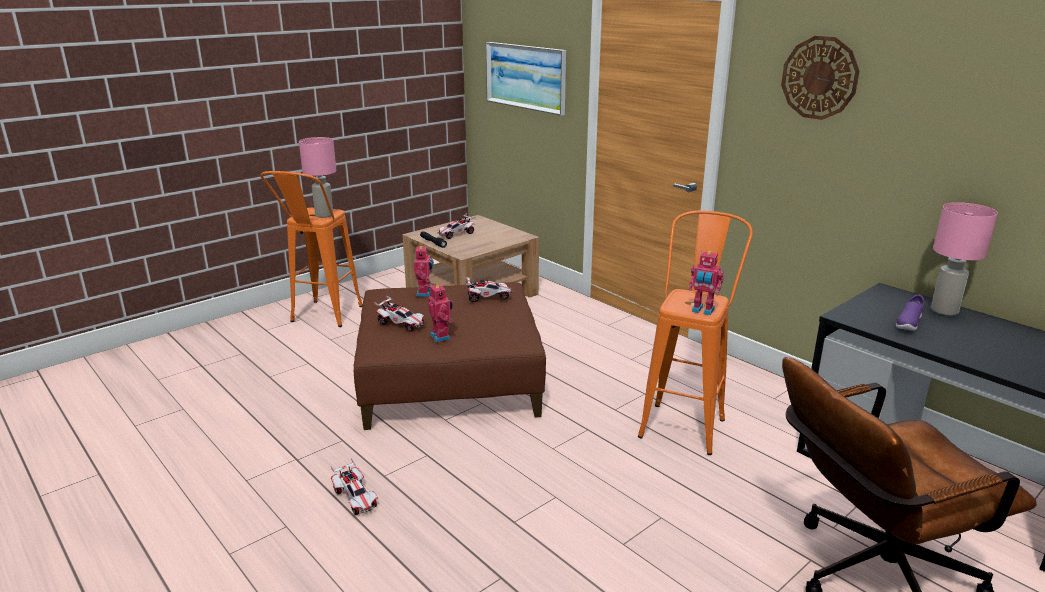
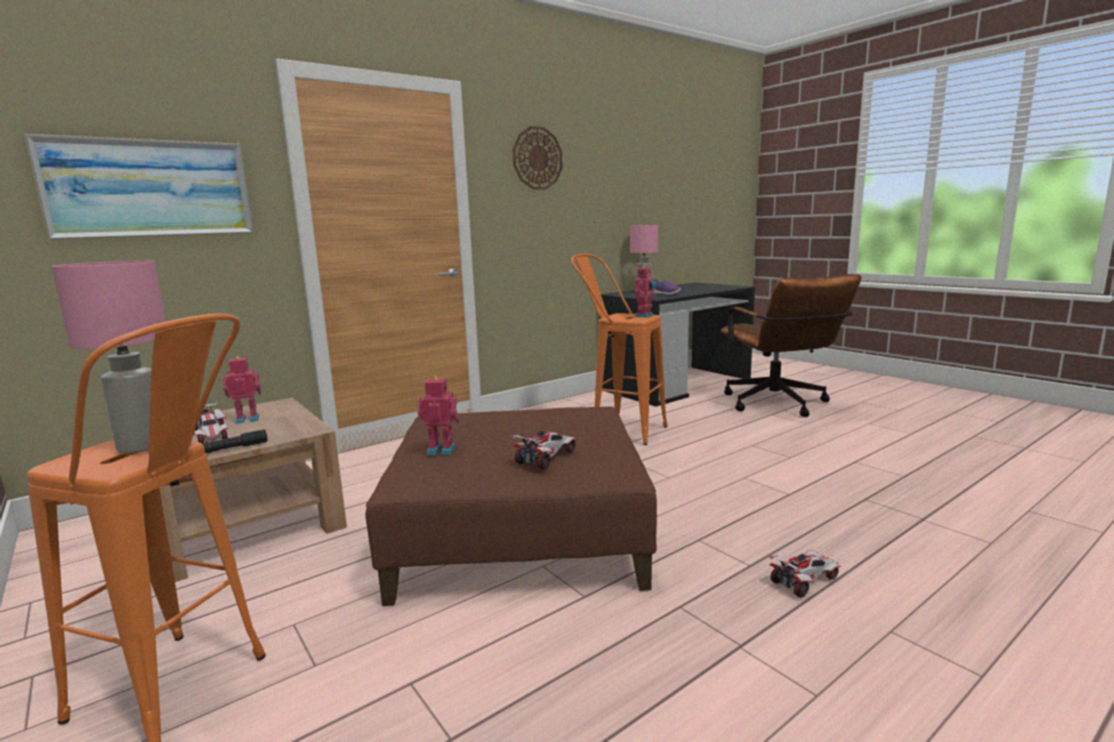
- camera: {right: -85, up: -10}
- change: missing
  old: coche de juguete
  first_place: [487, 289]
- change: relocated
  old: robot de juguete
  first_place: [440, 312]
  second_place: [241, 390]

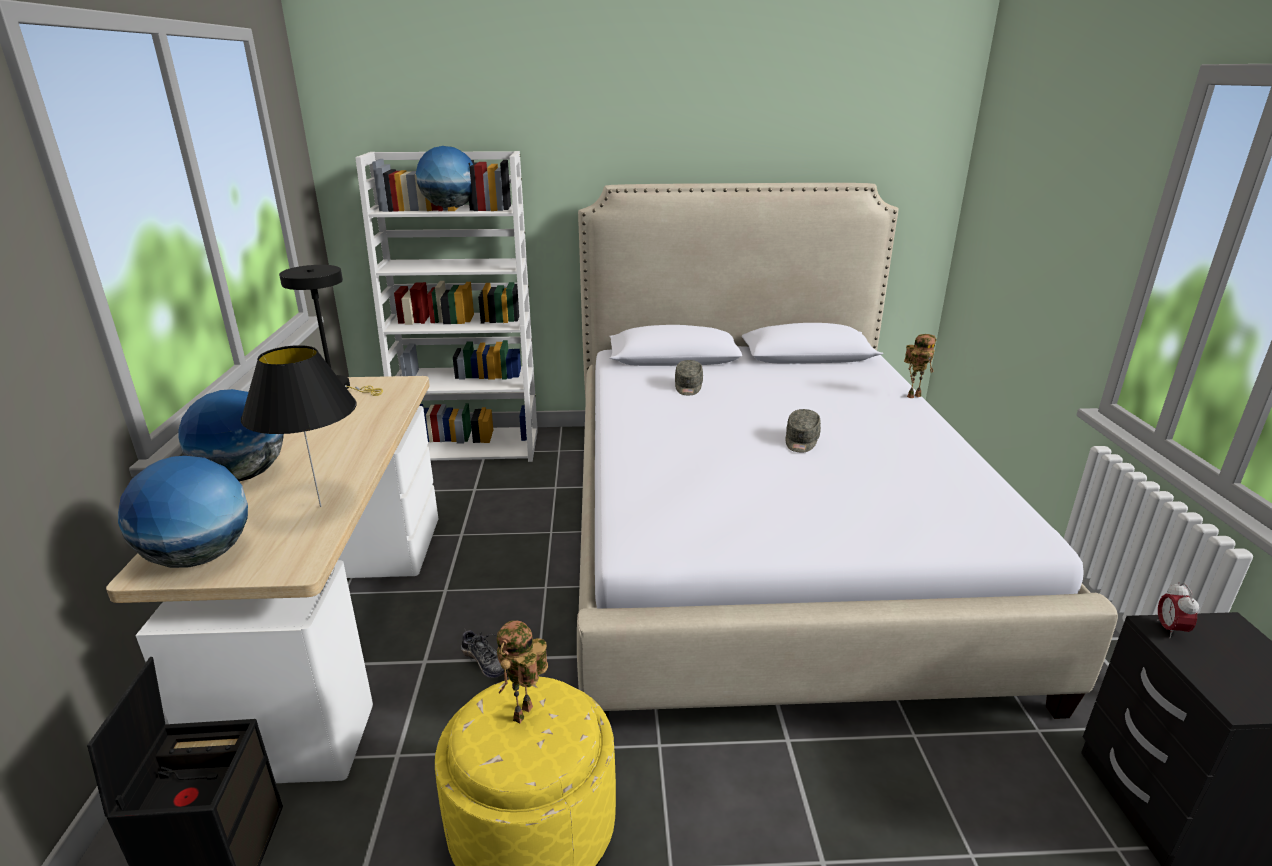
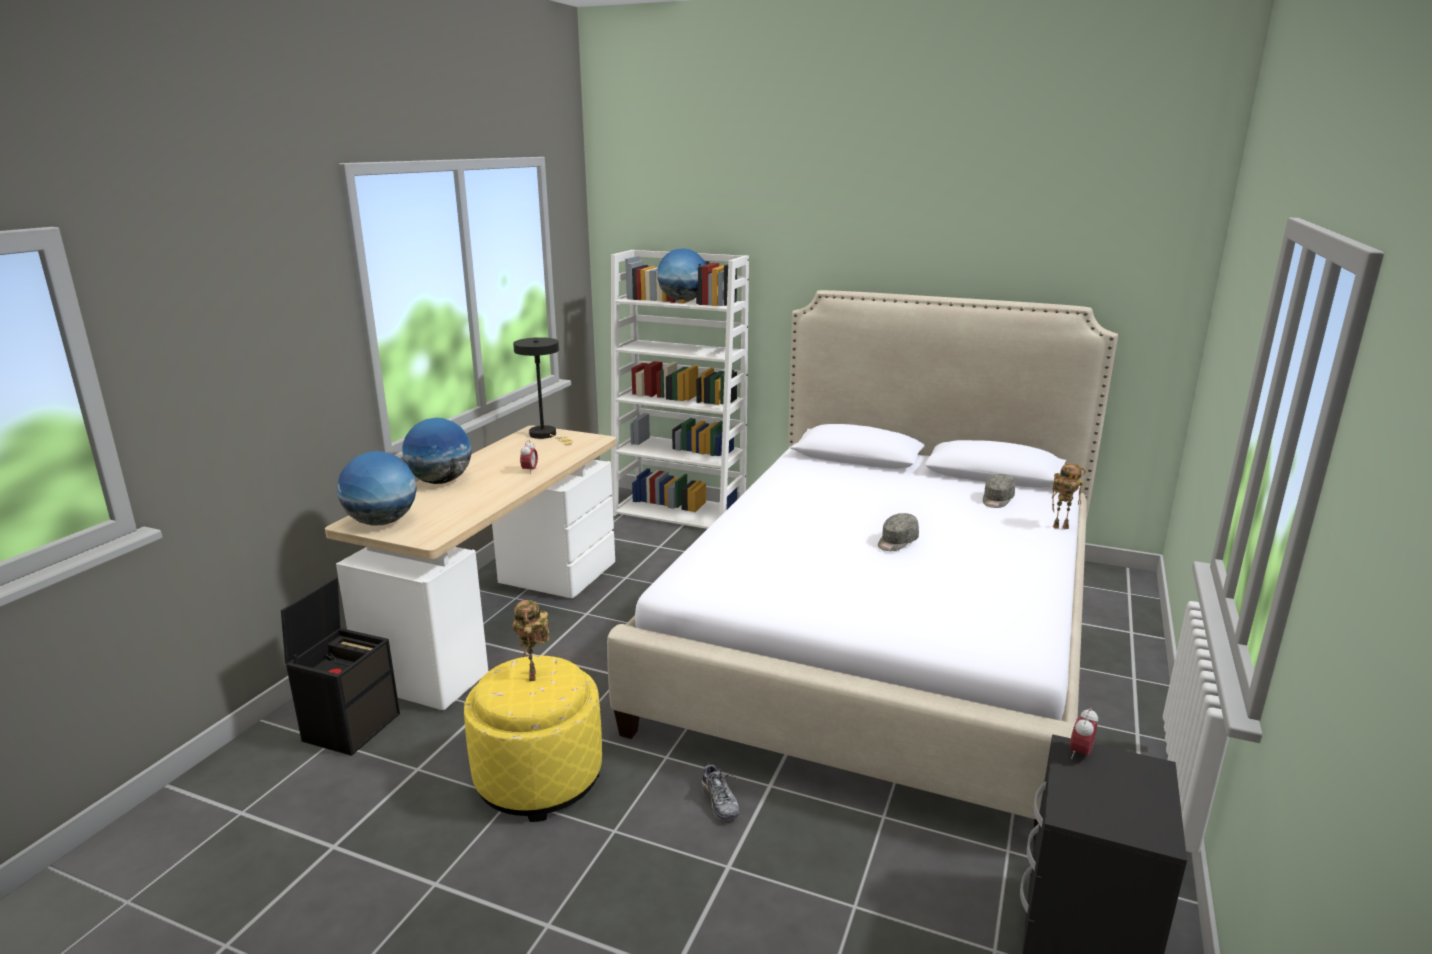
- camera: {right: 25, up: -5}
- change: missing
  old: lámpara de mesa [negro]
  first_place: [299, 426]
- change: appeared
  new: despertador
  second_place: [529, 457]
- change: relocated
  old: zapato
  first_place: [484, 654]
  second_place: [720, 791]
- change: relocated
  old: gorra [gris]
  first_place: [689, 377]
  second_place: [999, 491]
- change: spun
  old: robot de juguete
  first_place: [522, 671]
  second_place: [530, 640]
  degrees: -60

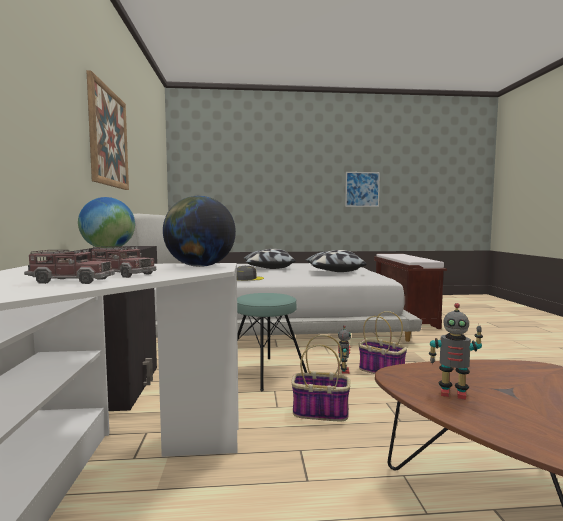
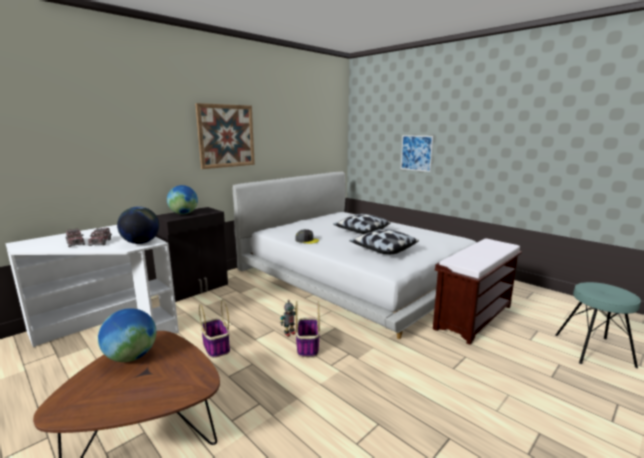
- camera: {right: 50, up: 10}
- change: relocated
  old: taburete [turquesa]
  first_place: [272, 342]
  second_place: [598, 325]
- change: relocated
  old: cuadro
  first_place: [362, 189]
  second_place: [417, 153]
- change: exchanged
  old: robot de juguete
  new: globo terráqueo
  first_place: [456, 351]
  second_place: [127, 335]

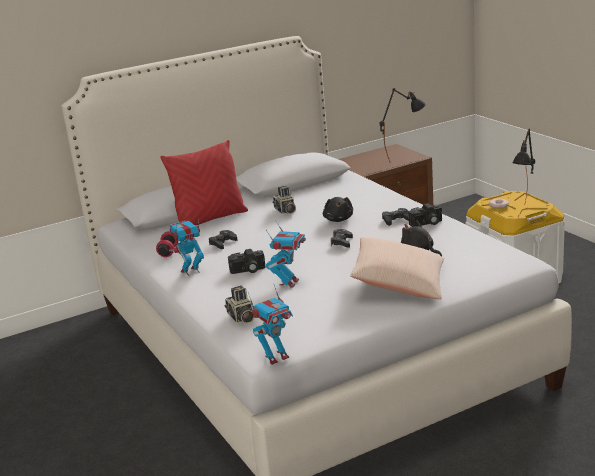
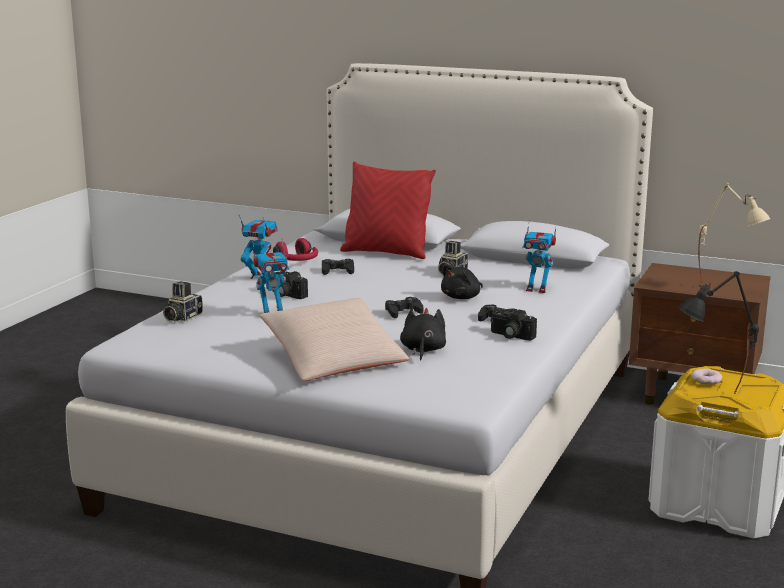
- camera: {right: 50, up: -5}
- change: relocated
  old: robot de juguete
  first_place: [270, 324]
  second_place: [539, 256]
- change: colour
  old: lámpara de mesa [negro]
  new: lámpara de mesa [beis]
  first_place: [403, 125]
  second_place: [734, 234]

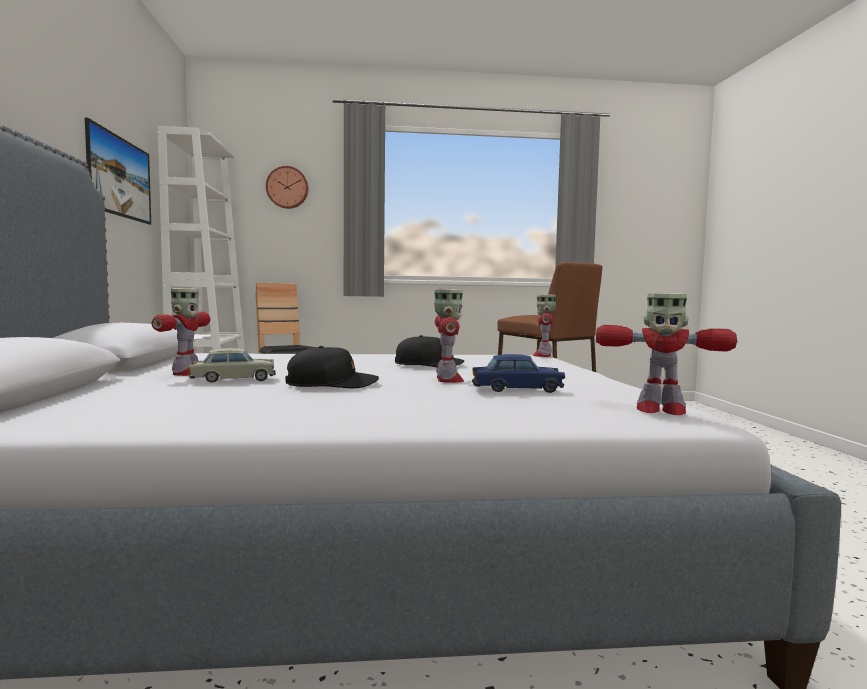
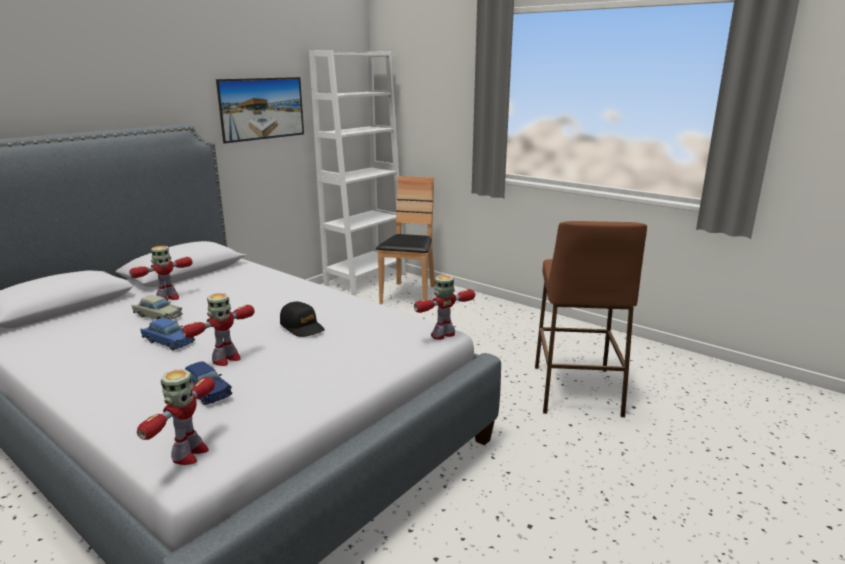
- camera: {right: 45, up: 15}
- change: missing
  old: reloj de pared
  first_place: [287, 187]
- change: exchanged
  old: gorra [negro]
  new: coche de juguete [azul]
  first_place: [332, 367]
  second_place: [167, 334]
- change: spun
  old: robot de juguete
  first_place: [666, 354]
  second_place: [176, 417]
  degrees: -135

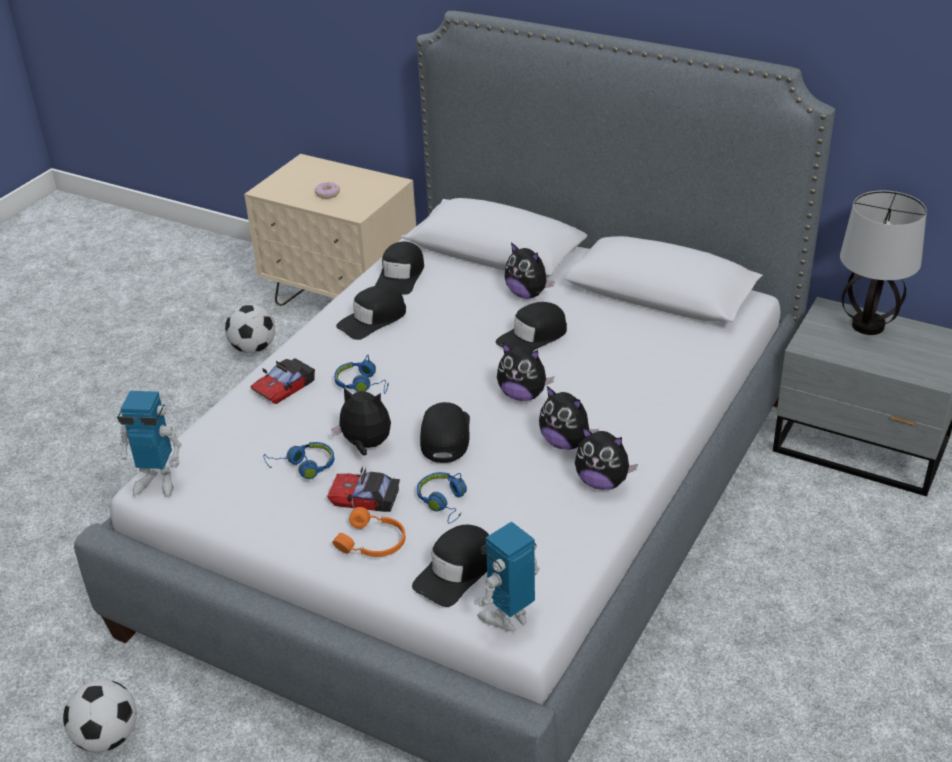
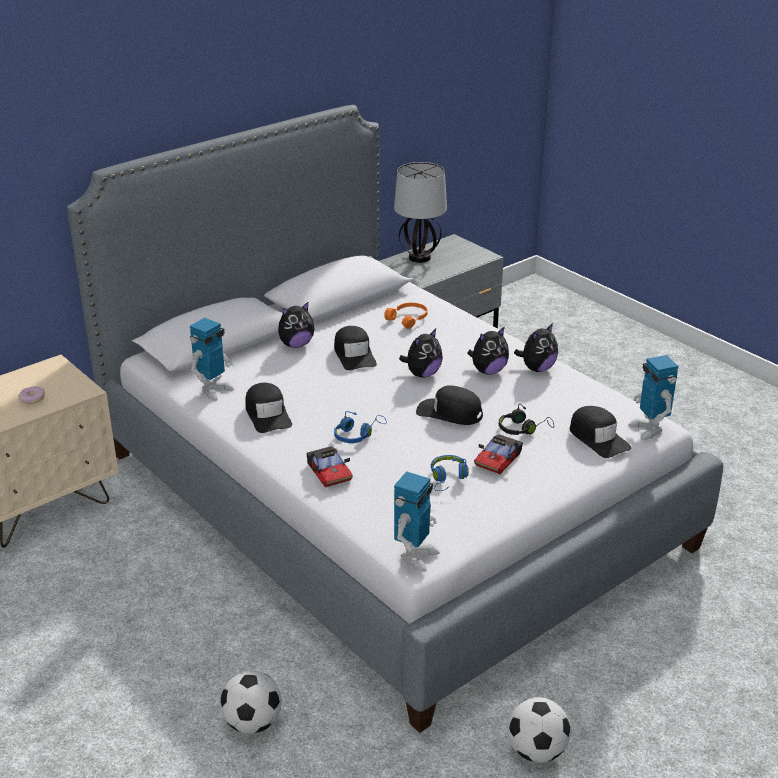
- camera: {right: -70, up: -5}
- change: missing
  old: peluche
  first_place: [361, 421]
- change: relocated
  old: balón de fútbol
  first_place: [250, 328]
  second_place: [251, 702]
- change: relocated
  old: auriculares [naranja]
  first_place: [368, 532]
  second_place: [406, 316]
- change: exchanged
  old: gorra [negro]
  new: robot de juguete
  first_place: [399, 268]
  second_place: [212, 359]
- change: colour
  old: auriculares [azul]
  new: auriculares [negro]
  first_place: [442, 497]
  second_place: [526, 419]

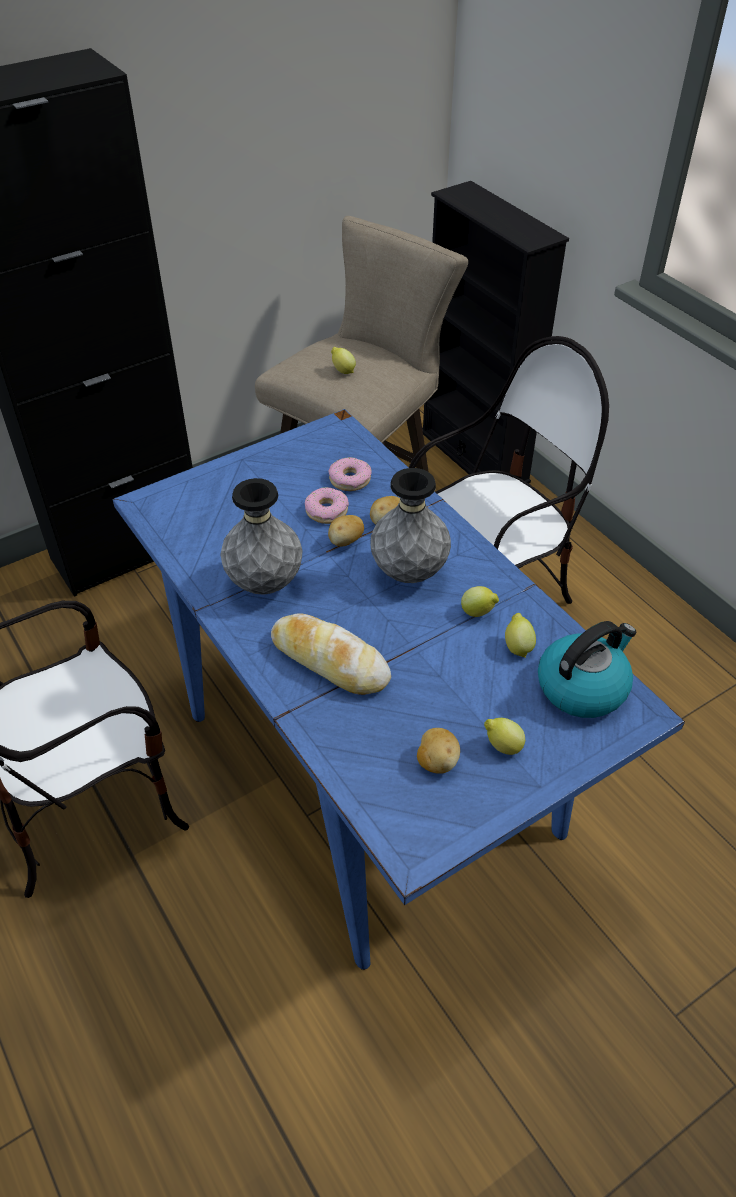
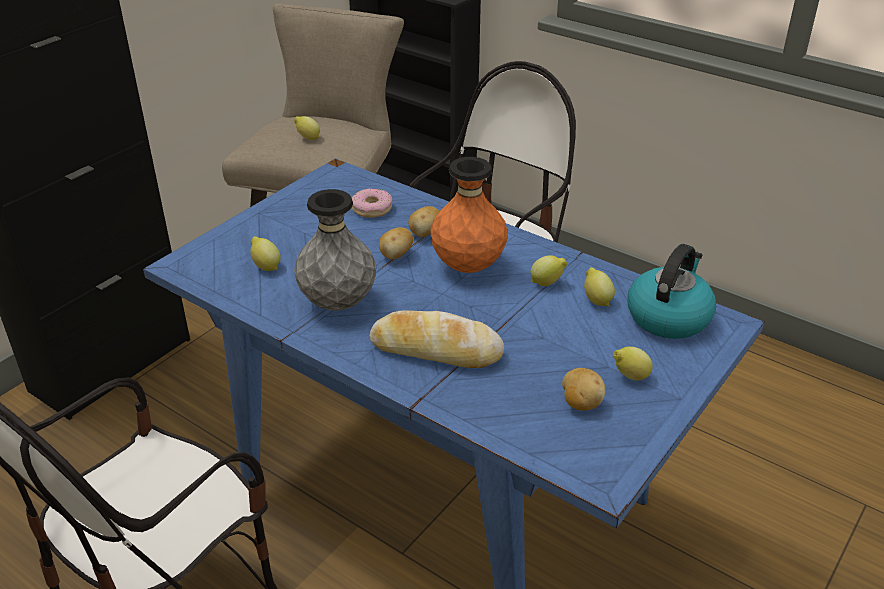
- camera: {right: -20, up: -10}
- change: missing
  old: rosquilla
  first_place: [327, 505]
- change: appeared
  new: limón
  second_place: [265, 253]
- change: colour
  old: florero [gris]
  new: florero [naranja]
  first_place: [410, 525]
  second_place: [469, 215]

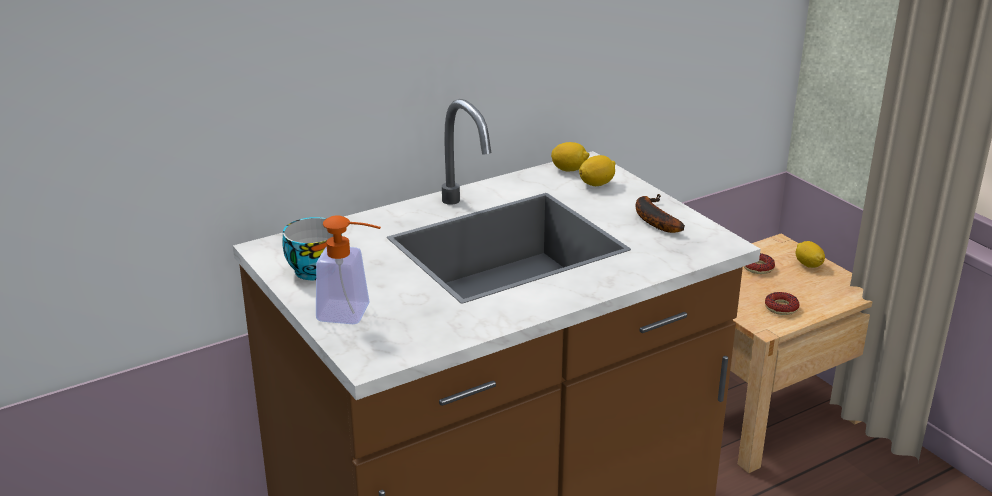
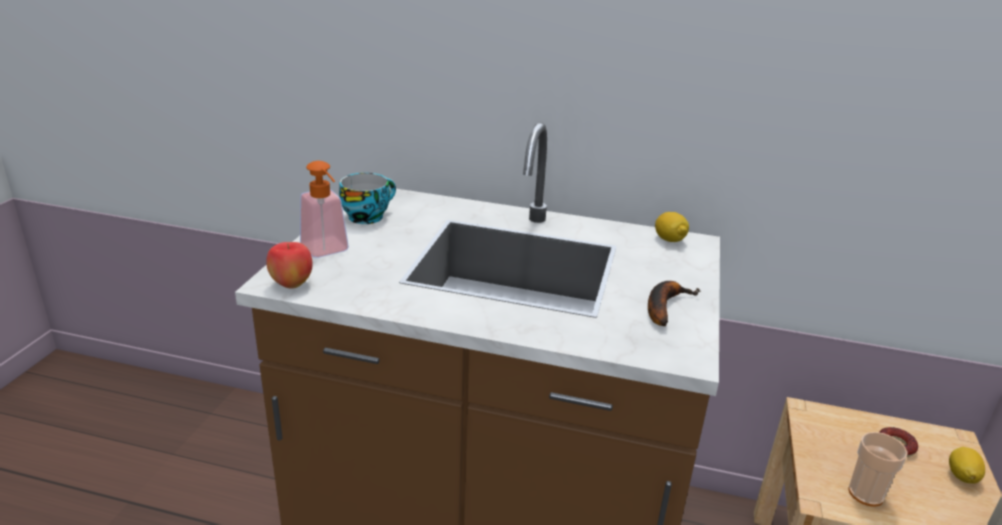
- camera: {right: 45, up: 0}
- change: missing
  old: limón
  first_place: [597, 170]
- change: appeared
  new: manzana
  second_place: [289, 265]
- change: exchanged
  old: rosquilla
  new: taza
  first_place: [782, 303]
  second_place: [878, 469]

